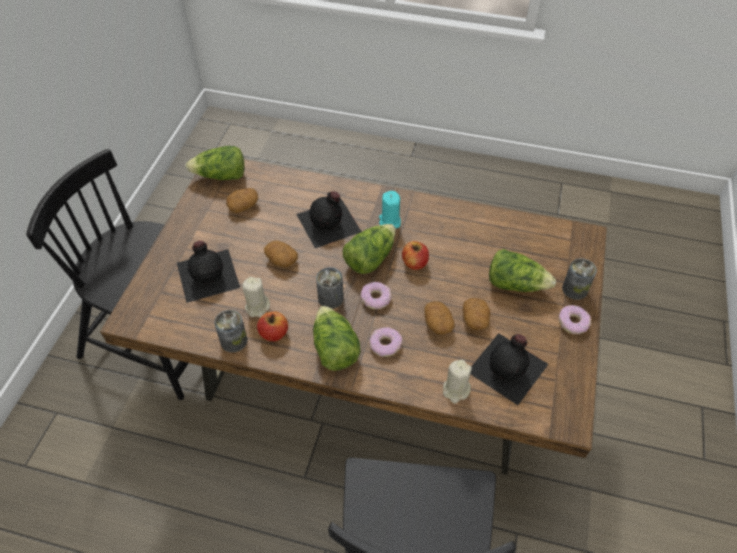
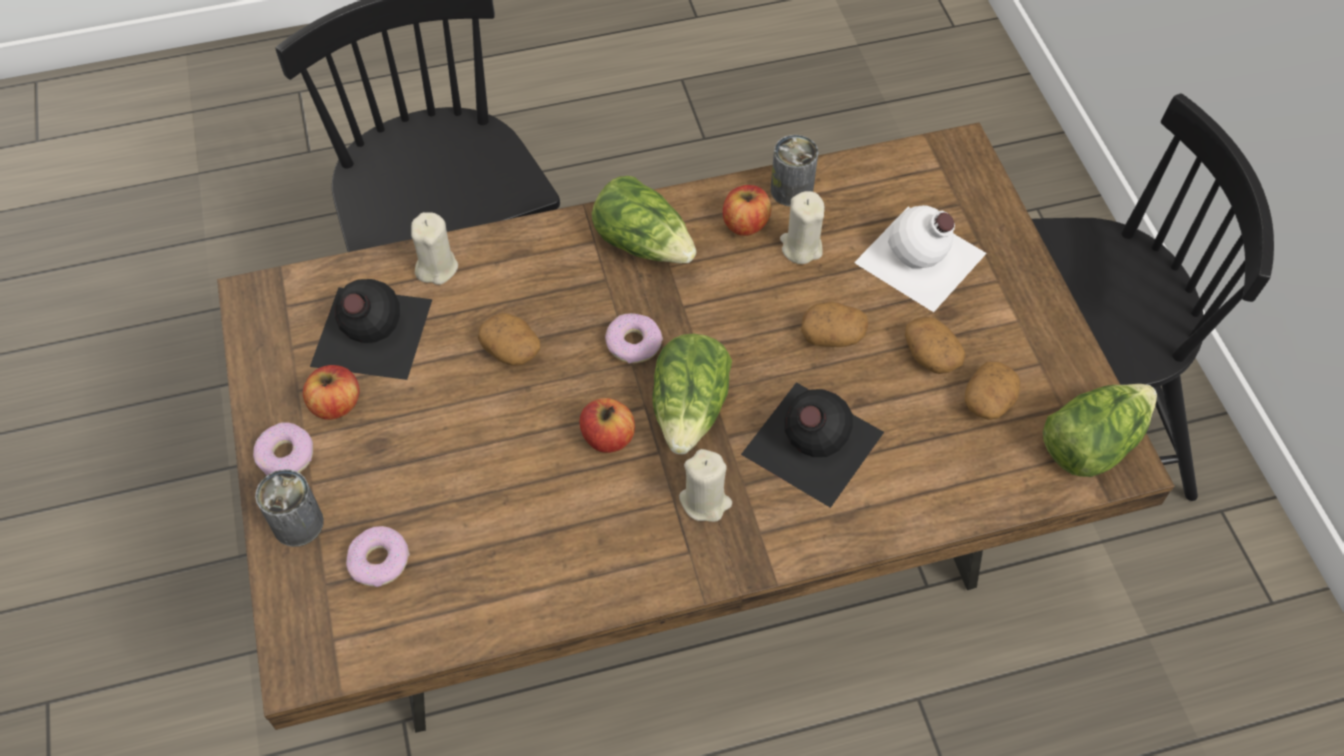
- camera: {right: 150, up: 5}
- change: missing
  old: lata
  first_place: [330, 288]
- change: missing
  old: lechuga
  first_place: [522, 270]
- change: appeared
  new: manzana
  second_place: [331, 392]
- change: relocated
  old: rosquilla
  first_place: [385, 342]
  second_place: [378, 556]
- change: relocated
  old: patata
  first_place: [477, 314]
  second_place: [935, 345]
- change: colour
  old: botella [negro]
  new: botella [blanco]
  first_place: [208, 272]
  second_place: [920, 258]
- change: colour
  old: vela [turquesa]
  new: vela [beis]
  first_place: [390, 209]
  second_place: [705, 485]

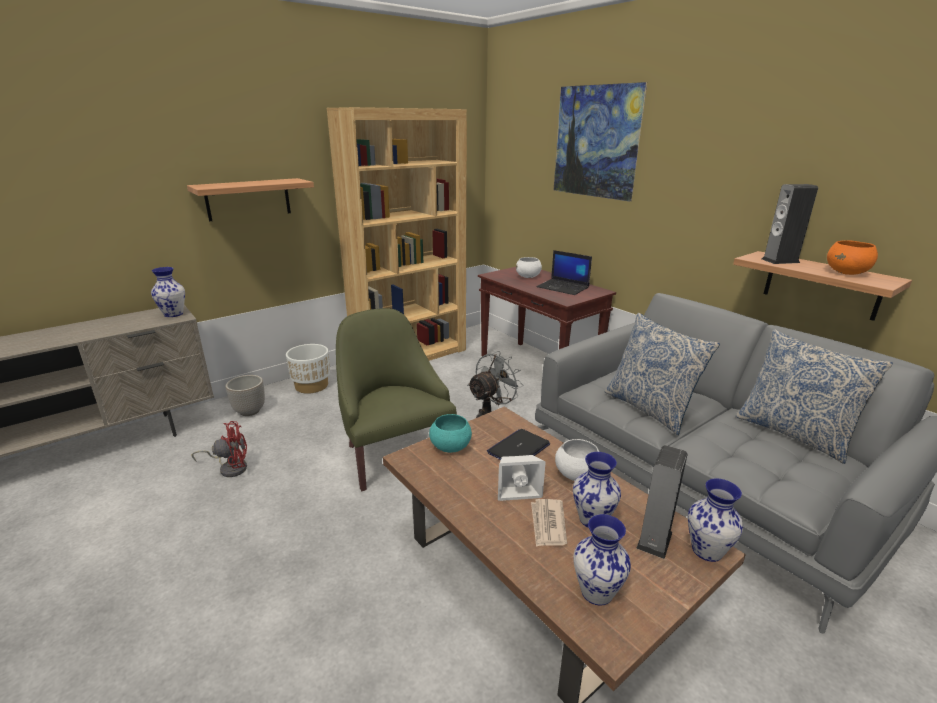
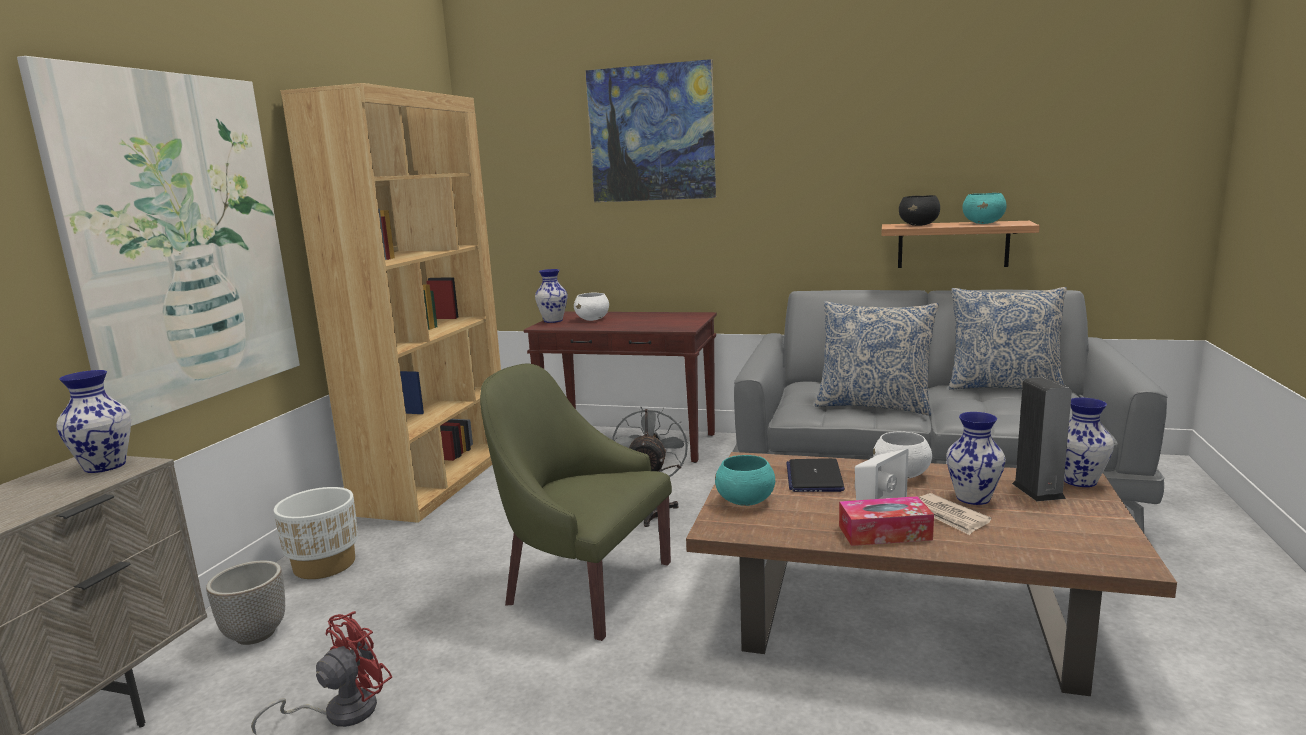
- camera: {right: -35, up: -10}
- change: missing
  old: portátil
  first_place: [564, 272]
- change: appeared
  new: caja de pañuelos
  second_place: [886, 521]
- change: relocated
  old: florero
  first_place: [602, 560]
  second_place: [551, 296]
- change: exchanged
  old: estante
  new: cuadro
  first_place: [250, 199]
  second_place: [158, 241]
- change: exchanged
  old: altavoz
  new: cuenco [negro]
  first_place: [790, 224]
  second_place: [919, 210]
- change: colour
  old: cuenco [naranja]
  new: cuenco [turquesa]
  first_place: [852, 257]
  second_place: [984, 208]

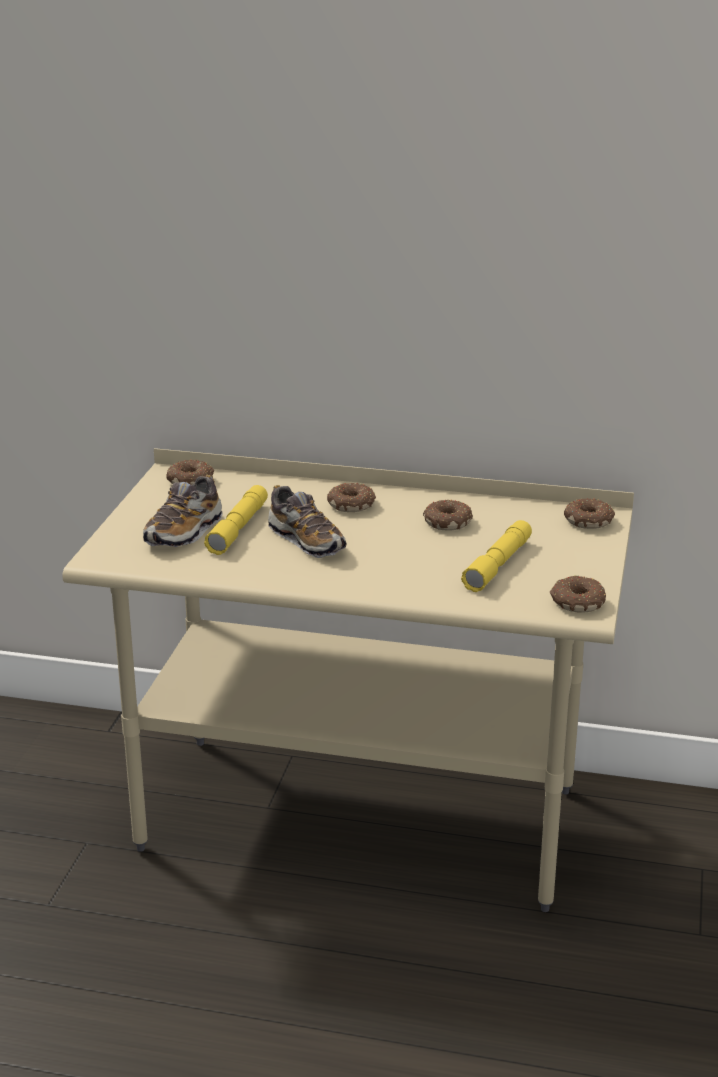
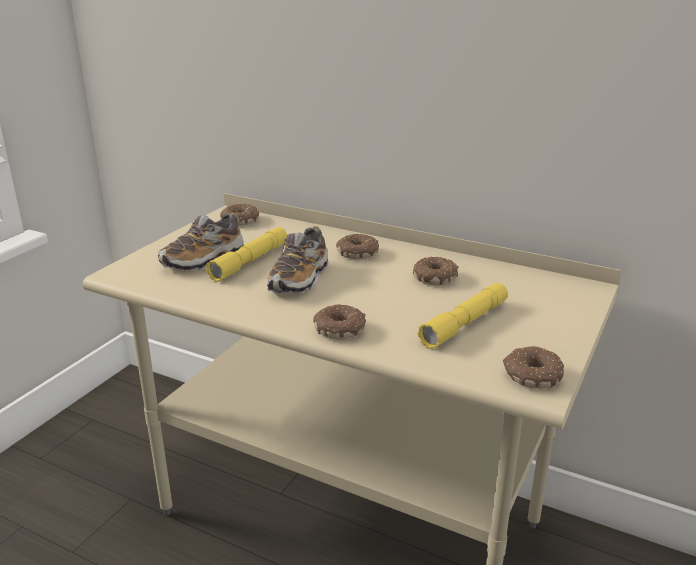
- camera: {right: 15, up: 0}
- change: relocated
  old: rosquilla
  first_place: [589, 513]
  second_place: [339, 321]
- change: spun
  old: zapato
  first_place: [307, 521]
  second_place: [297, 260]
  degrees: 45

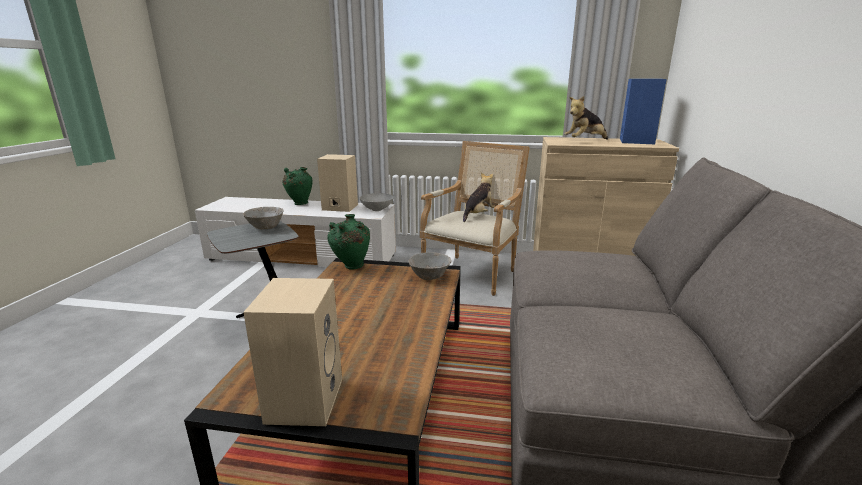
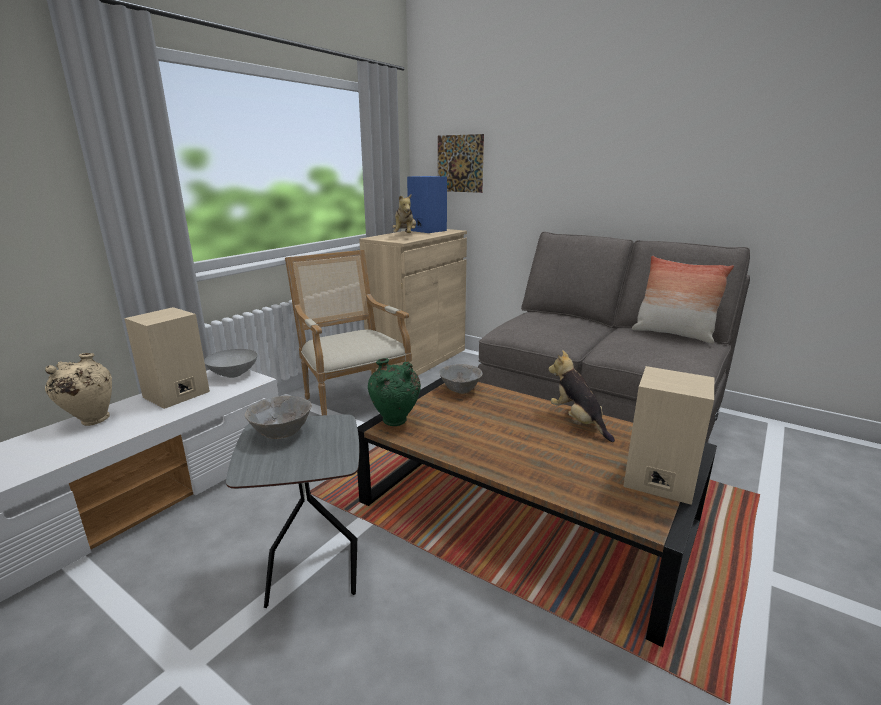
- camera: {right: -65, up: 0}
- change: appeared
  new: cuadro
  second_place: [461, 163]
- change: appeared
  new: cojín
  second_place: [683, 300]
- change: relocated
  old: peluche
  first_place: [479, 197]
  second_place: [581, 396]
- change: colour
  old: florero [verde]
  new: florero [beis]
  first_place: [297, 186]
  second_place: [78, 389]

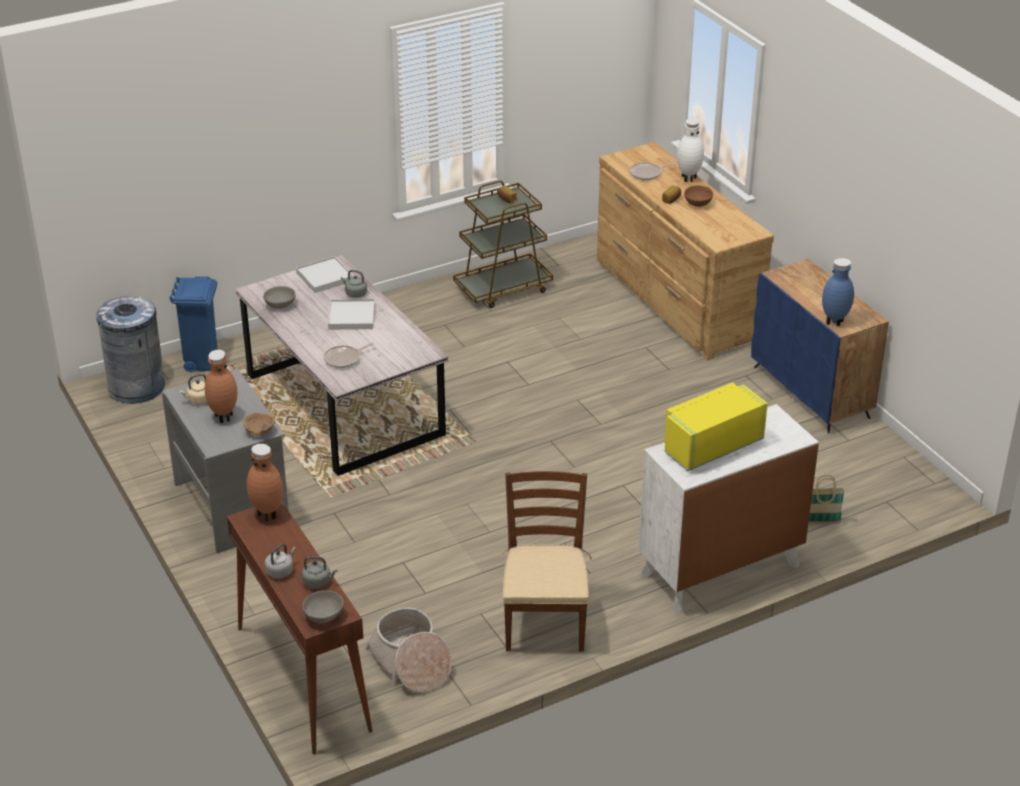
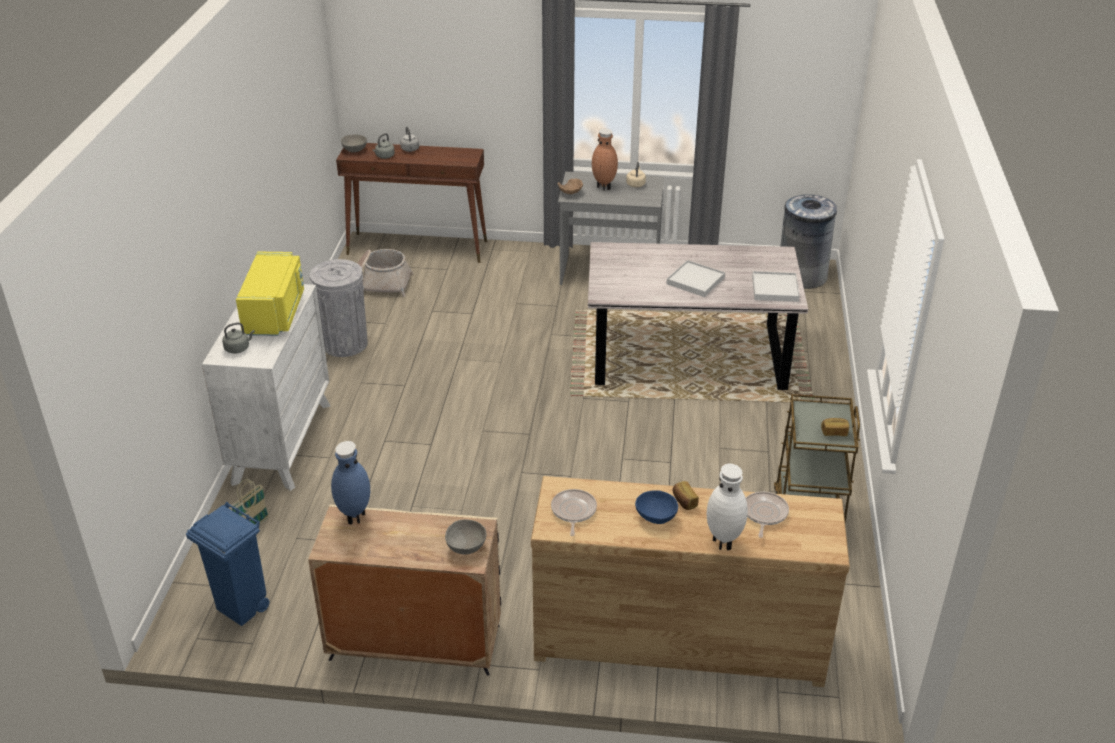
- camera: {right: 125, up: 0}
- change: missing
  old: florero [marrón]
  first_place: [265, 482]
- change: relocated
  old: papelera [azul]
  first_place: [193, 324]
  second_place: [228, 564]
- change: relocated
  old: cuenco [gris]
  first_place: [279, 297]
  second_place: [465, 537]
- change: relocated
  old: sartén
  first_place: [349, 355]
  second_place: [574, 512]
- change: relocated
  old: hervidor [gris]
  first_place: [354, 284]
  second_place: [238, 338]
- change: exchanged
  old: silla [marrón]
  new: papelera [gris]
  first_place: [545, 561]
  second_place: [339, 308]
- change: colour
  old: cuenco [marrón]
  new: cuenco [azul]
  first_place: [698, 196]
  second_place: [656, 507]
- change: colour
  old: armario [azul]
  new: armario [beis]
  first_place: [820, 346]
  second_place: [404, 590]

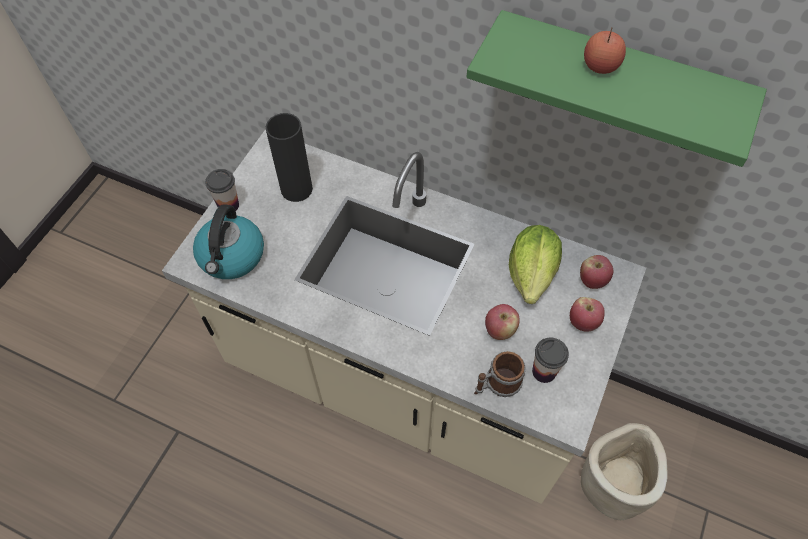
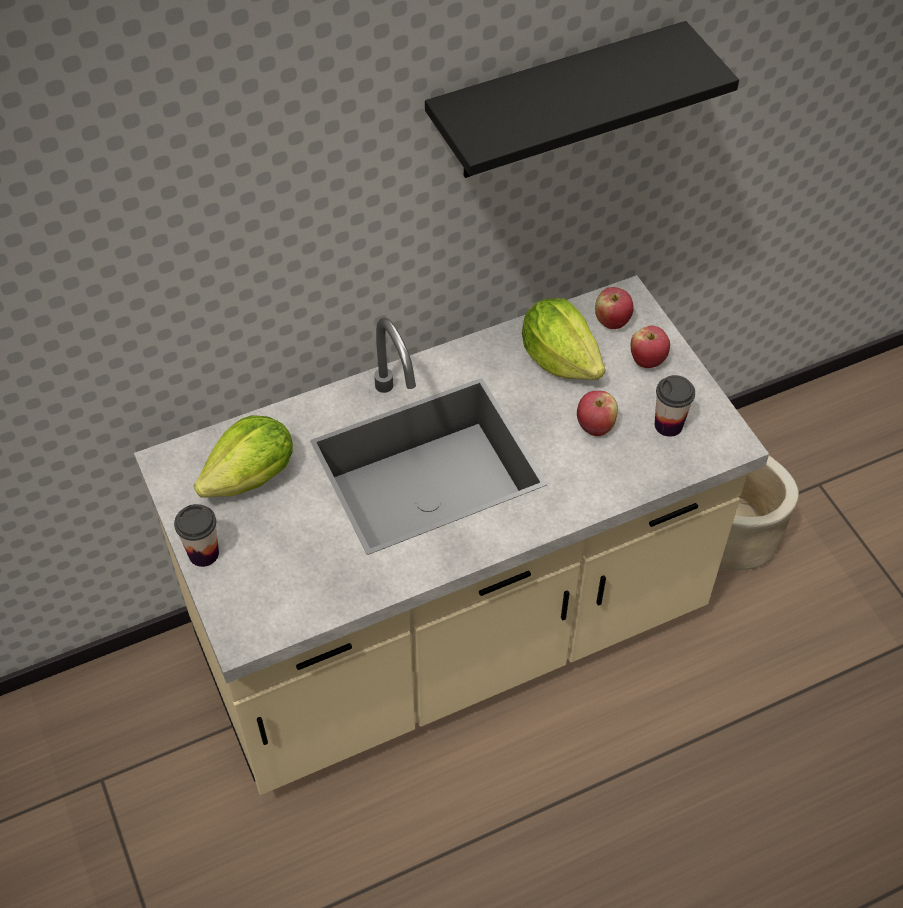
- camera: {right: -50, up: -5}
- change: missing
  old: hervidor
  first_place: [228, 241]
- change: missing
  old: taza grande
  first_place: [500, 374]
- change: missing
  old: manzana
  first_place: [605, 50]
- change: exchanged
  old: florero [negro]
  new: lechuga
  first_place: [289, 157]
  second_place: [243, 456]
- change: colour
  old: estante [verde]
  new: estante [negro]
  first_place: [617, 88]
  second_place: [582, 99]

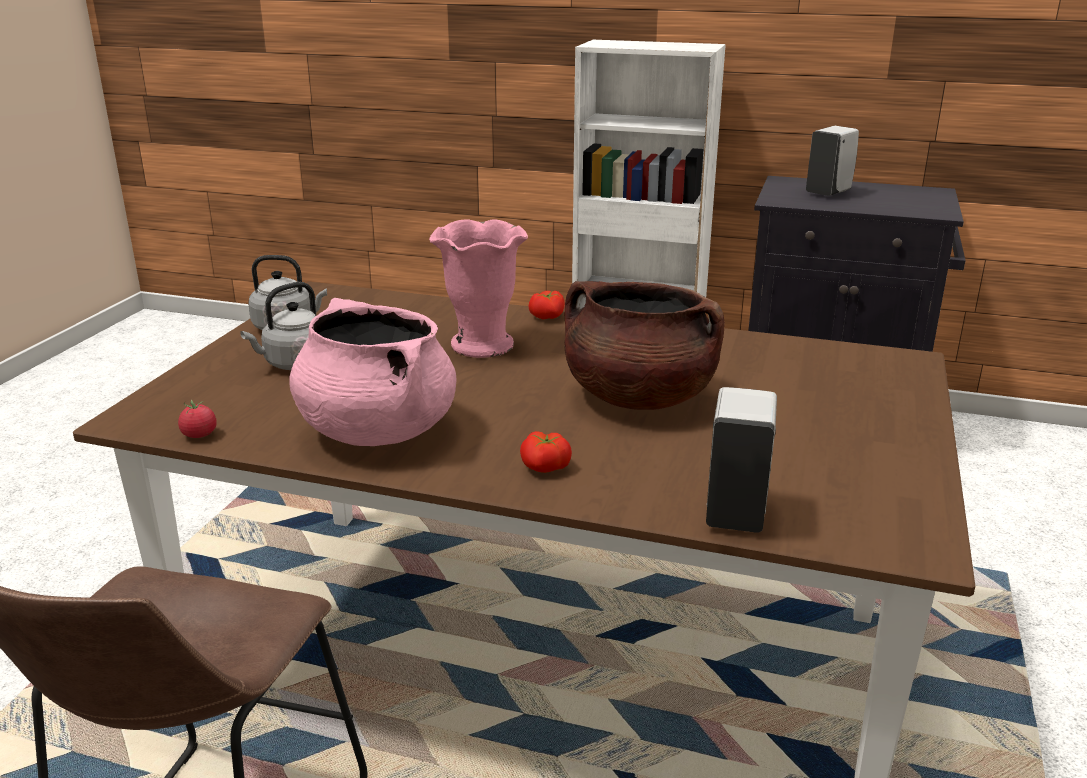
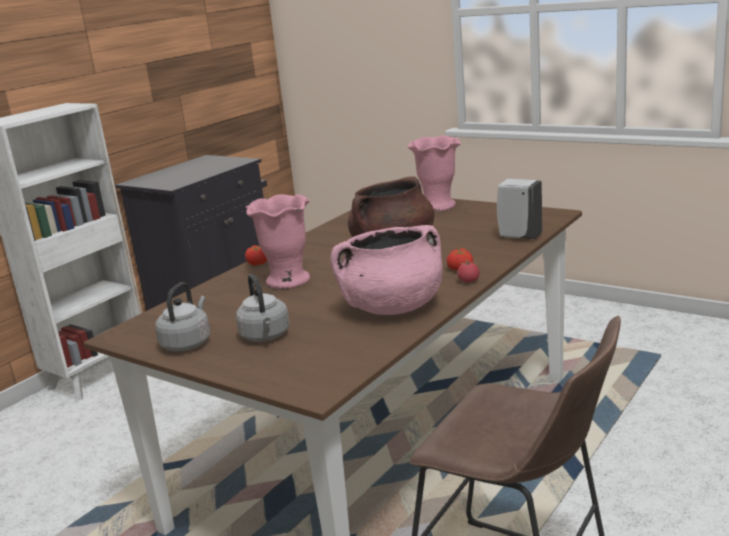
- camera: {right: -70, up: -5}
- change: missing
  old: dispensador de jabón [blanco]
  first_place: [832, 161]
- change: appeared
  new: florero [rosa]
  second_place: [434, 173]
- change: relocated
  old: tomate
  first_place: [197, 419]
  second_place: [468, 271]

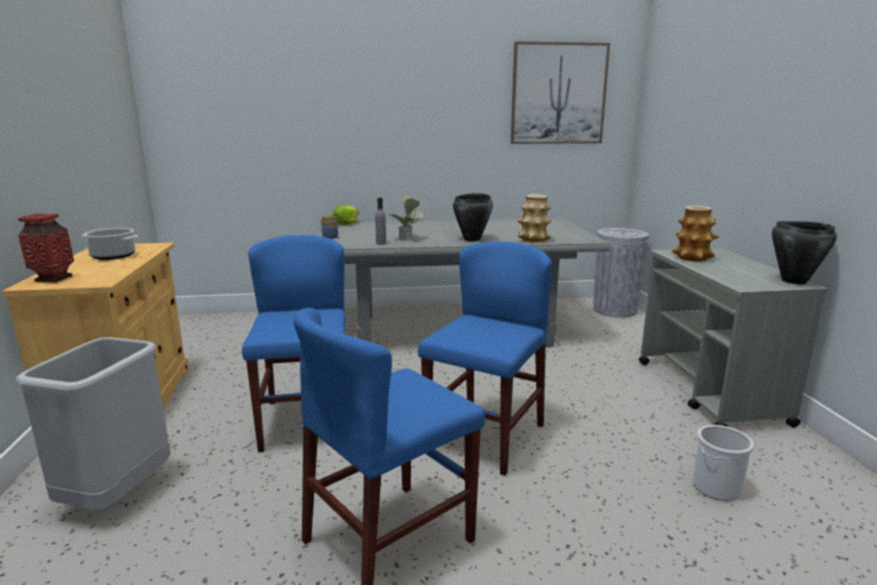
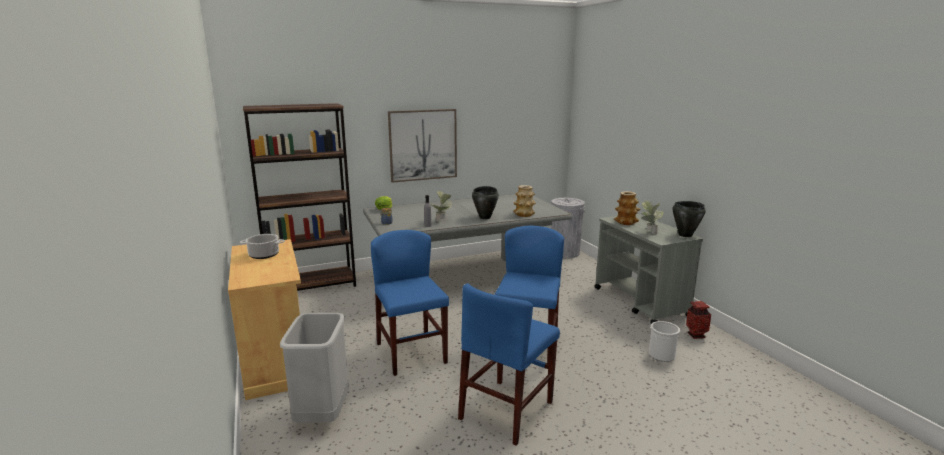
- camera: {right: -15, up: 0}
- change: appeared
  new: estantería [marrón]
  second_place: [299, 197]
- change: appeared
  new: planta en maceta
  second_place: [652, 218]
- change: relocated
  old: florero
  first_place: [46, 248]
  second_place: [698, 320]
- change: relocated
  old: cuadro
  first_place: [560, 92]
  second_place: [422, 146]

